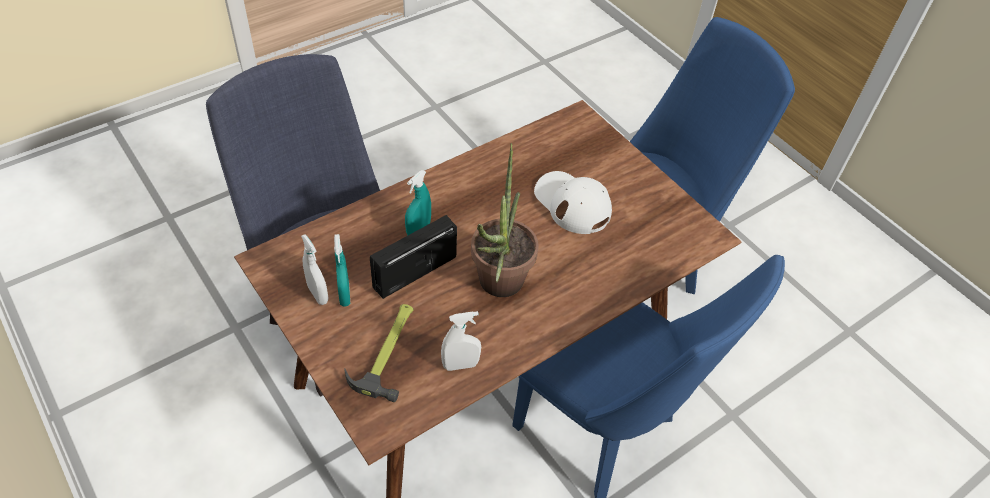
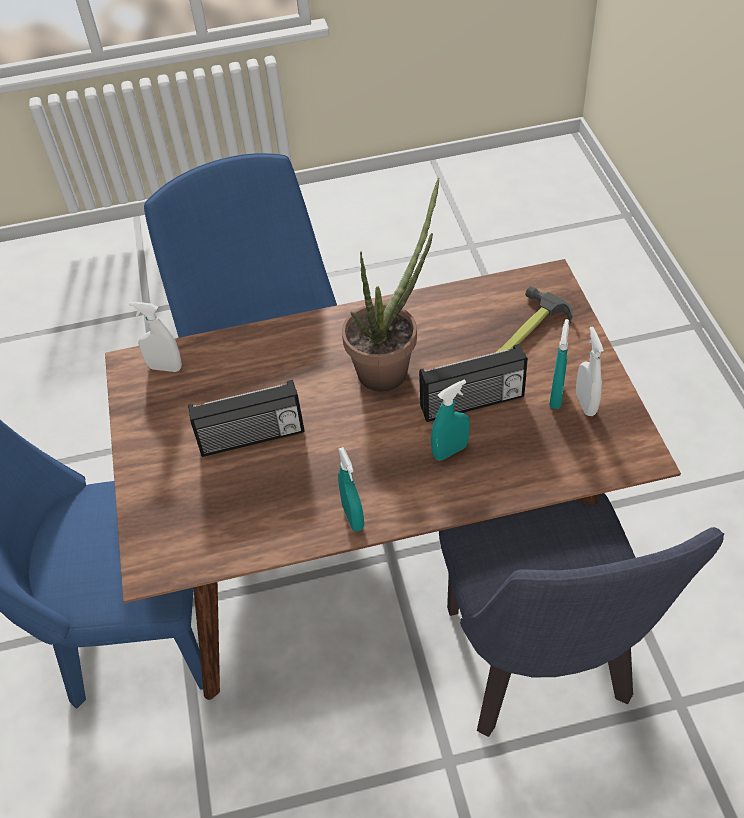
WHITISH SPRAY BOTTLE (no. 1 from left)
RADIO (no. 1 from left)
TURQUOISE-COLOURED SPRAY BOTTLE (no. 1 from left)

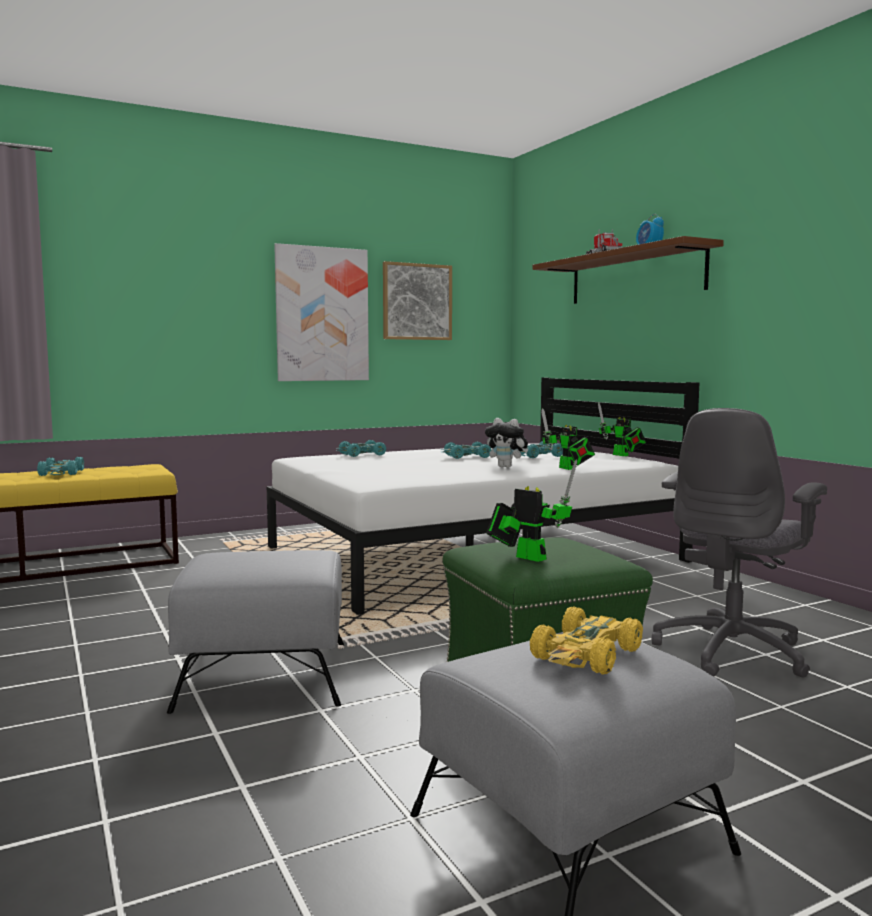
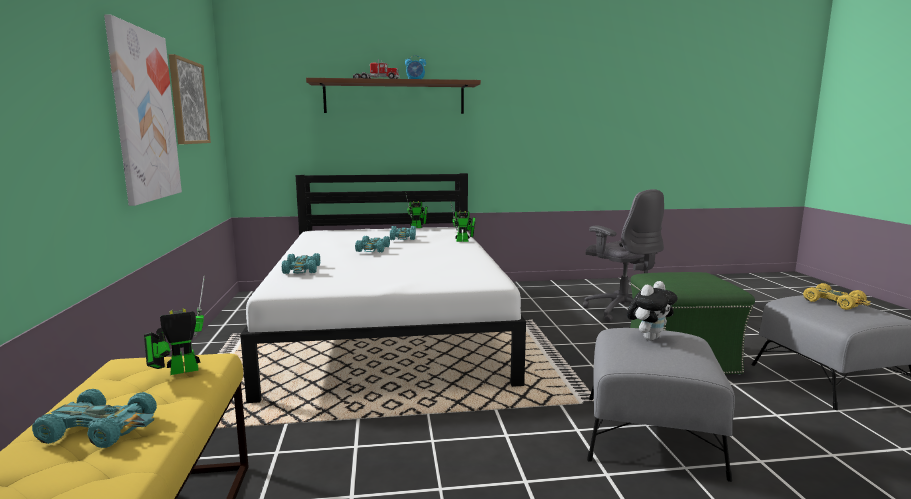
ROBOT FIGURE (no. 1 from left)
SOFT TOY

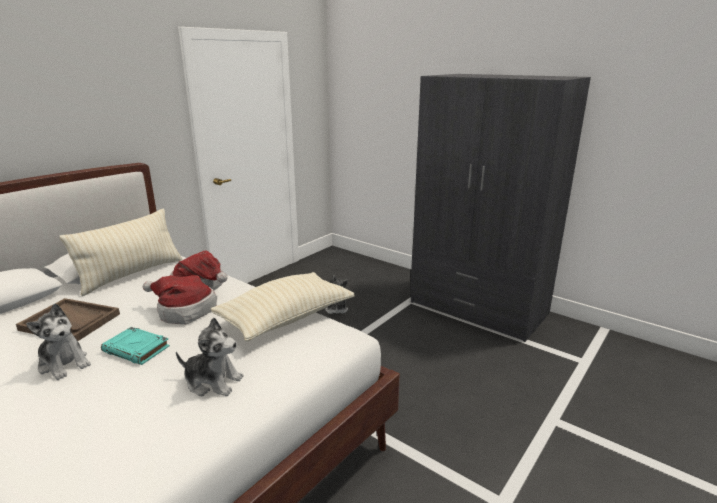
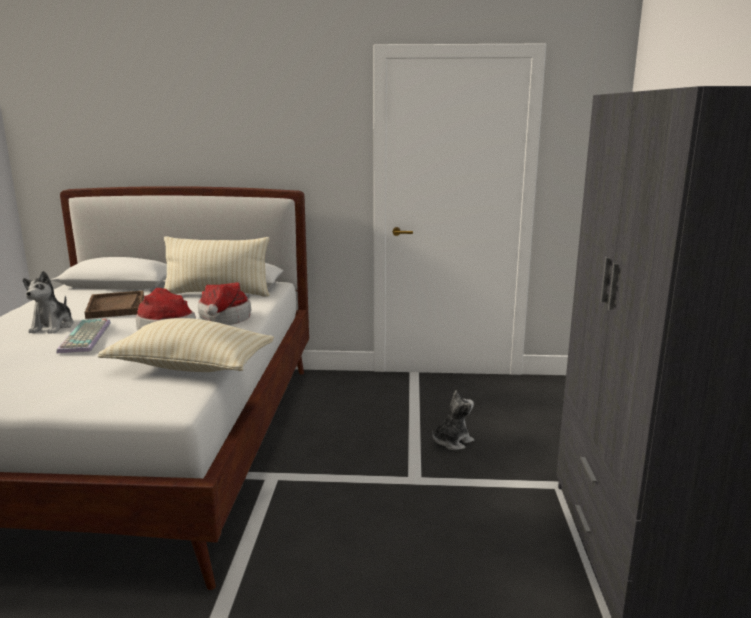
KEYBOARD
SOFT TOY (no. 2 from left in the first image)

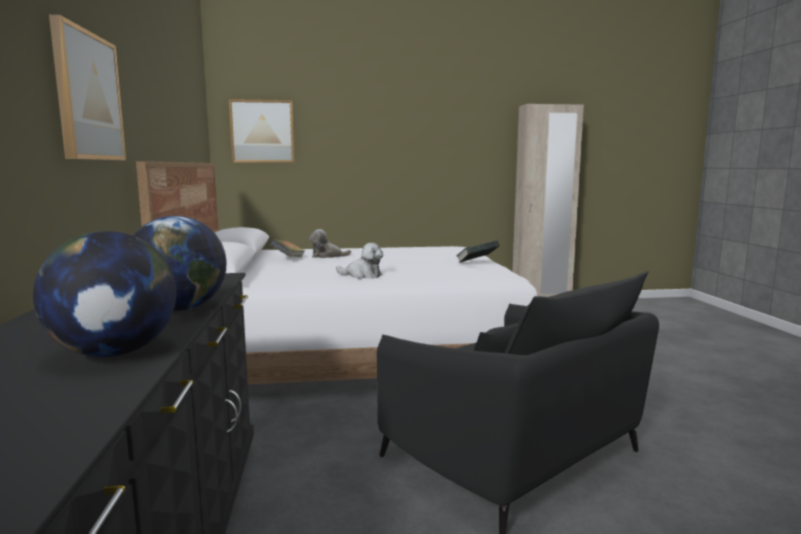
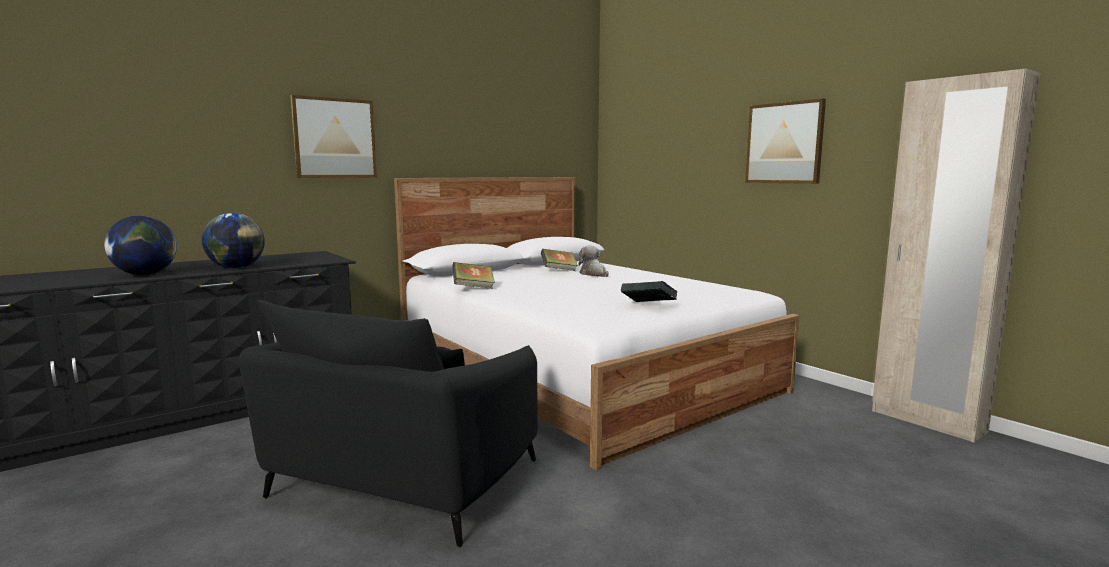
BOUND BOOK (no. 1 from left)
WALL ART (no. 2 from left)
SOFT TOY (no. 2 from left in the first image)

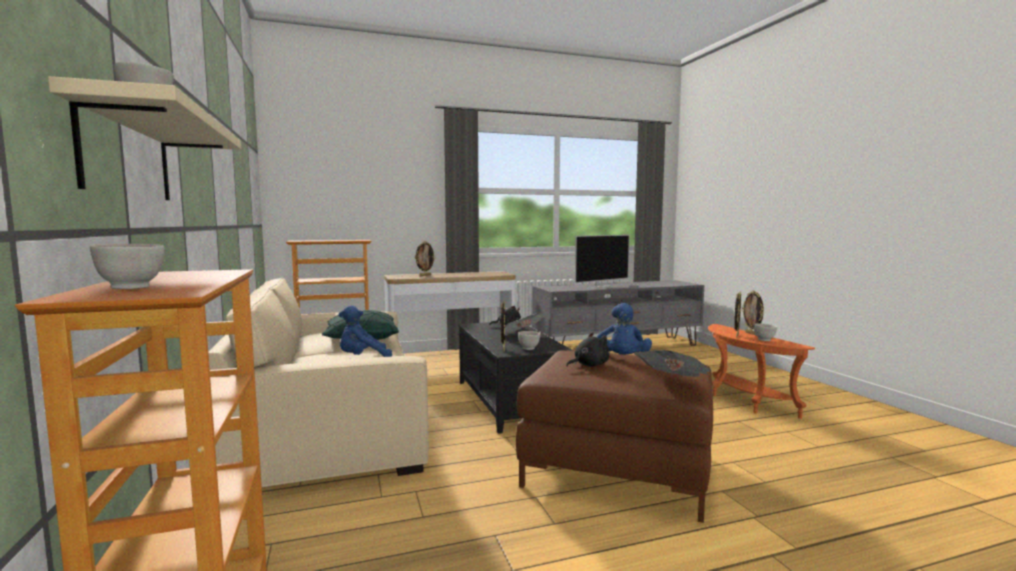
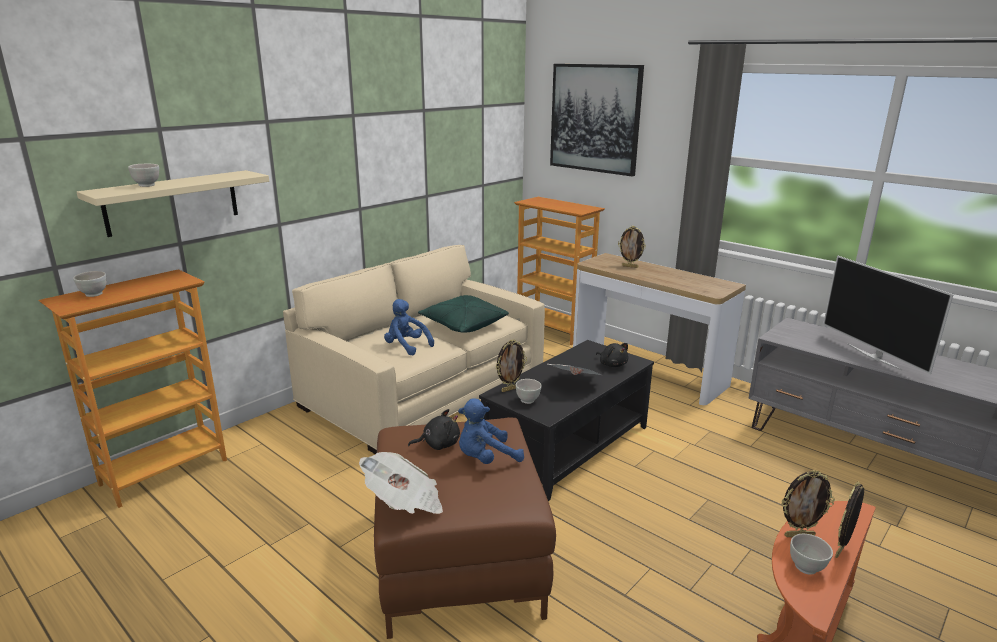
BLACK SOFT TOY (no. 1 from left)
WALL ART
TELEVISION

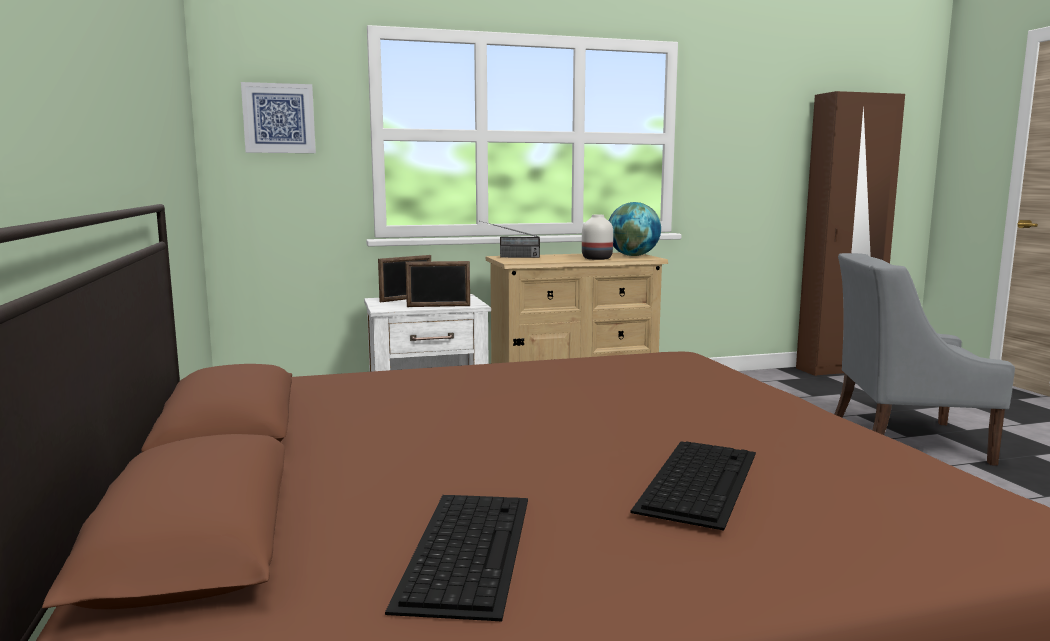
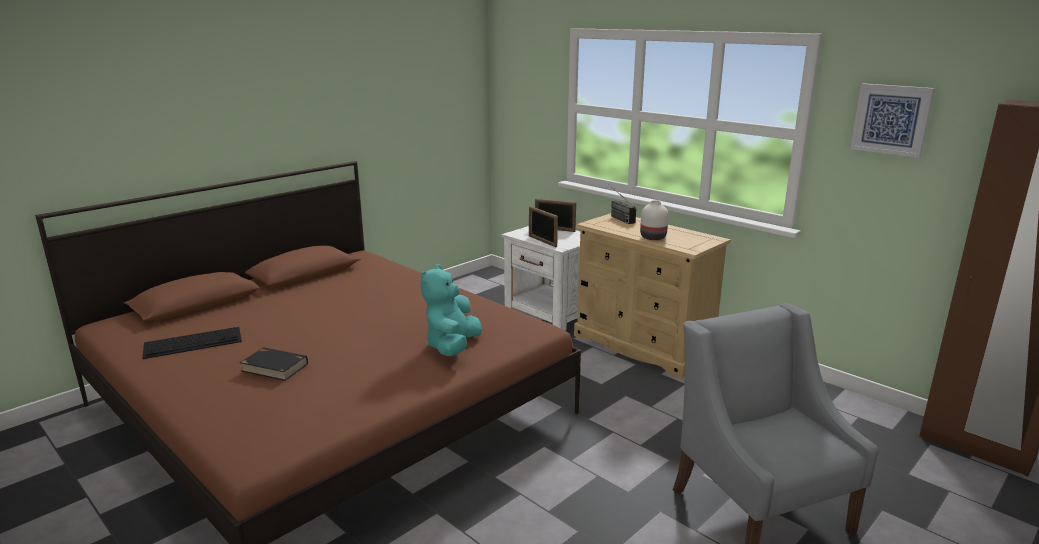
BLACK BOUND BOOK
TURQUOISE-COLOURED SOFT TOY
WALL ART
DESK GLOBE

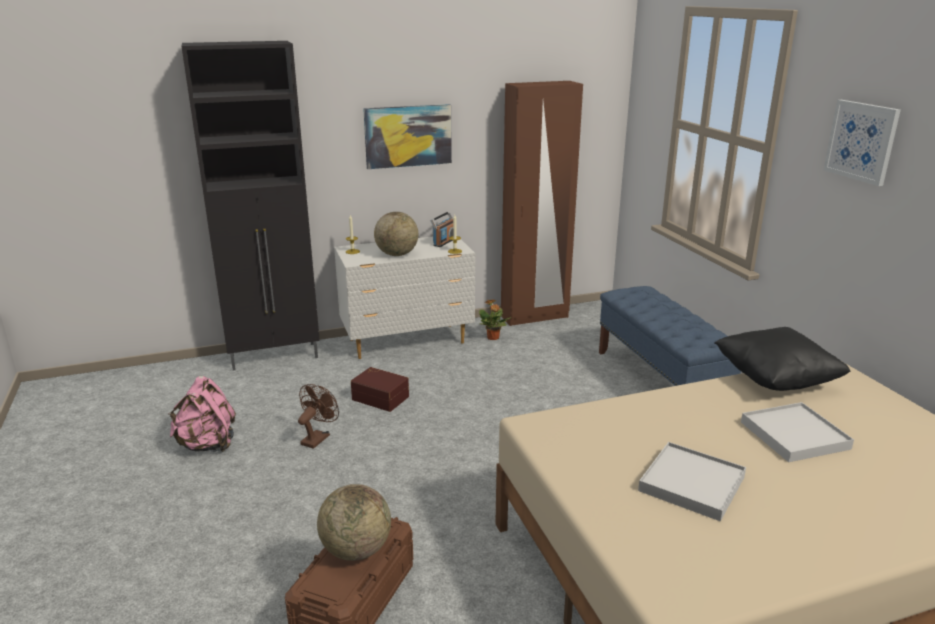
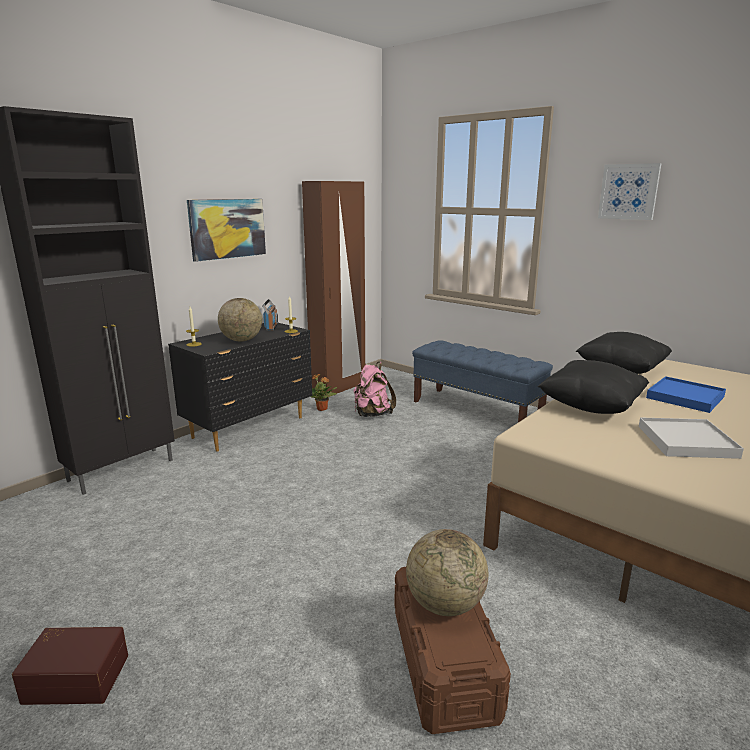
BROWN-COLOURED STORAGE BOX (no. 1 from left)
BLACK CHEST OF DRAWERS
PINKISH RUCKSACK
BLACK THROW PILLOW (no. 1 from left)
BLUE-COLOURED CARRYING TRAY
BROWN-COLOURED FAN

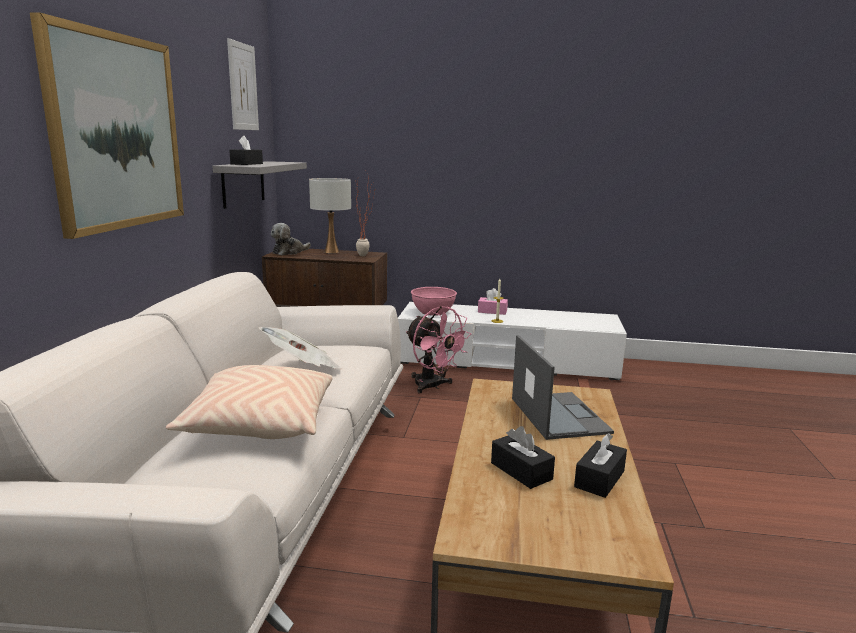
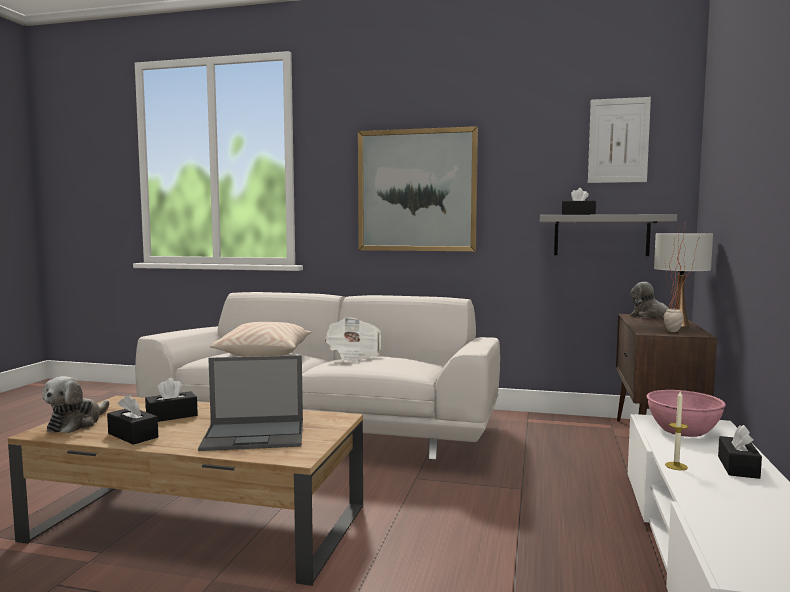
SOFT TOY (no. 1 from left)
BLACK TISSUE HOLDER (no. 4 from left)
PINKISH FAN

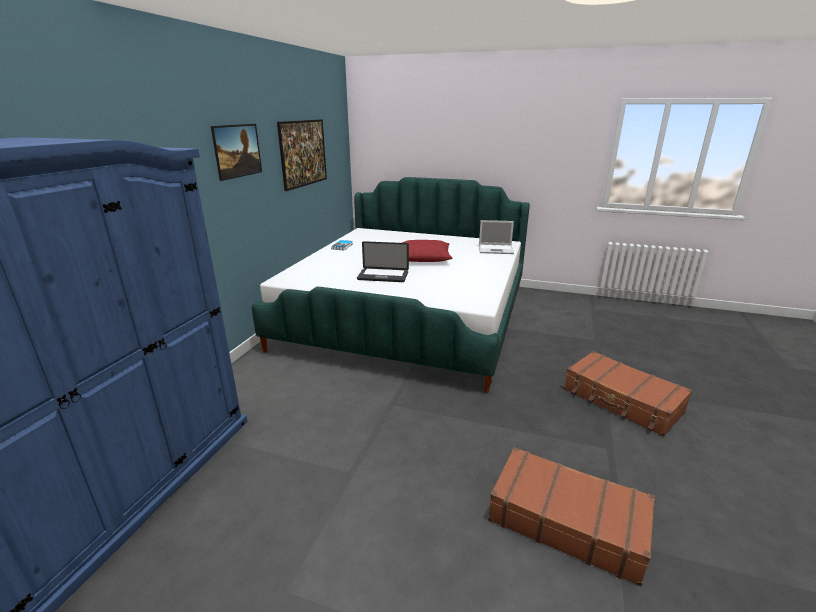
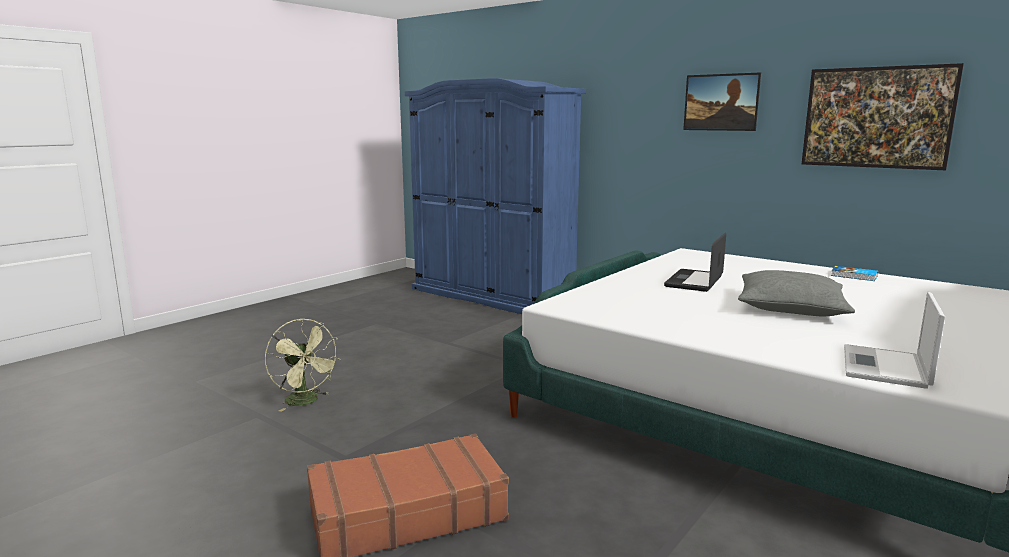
GREEN-COLOURED FAN
GREYISH THROW PILLOW

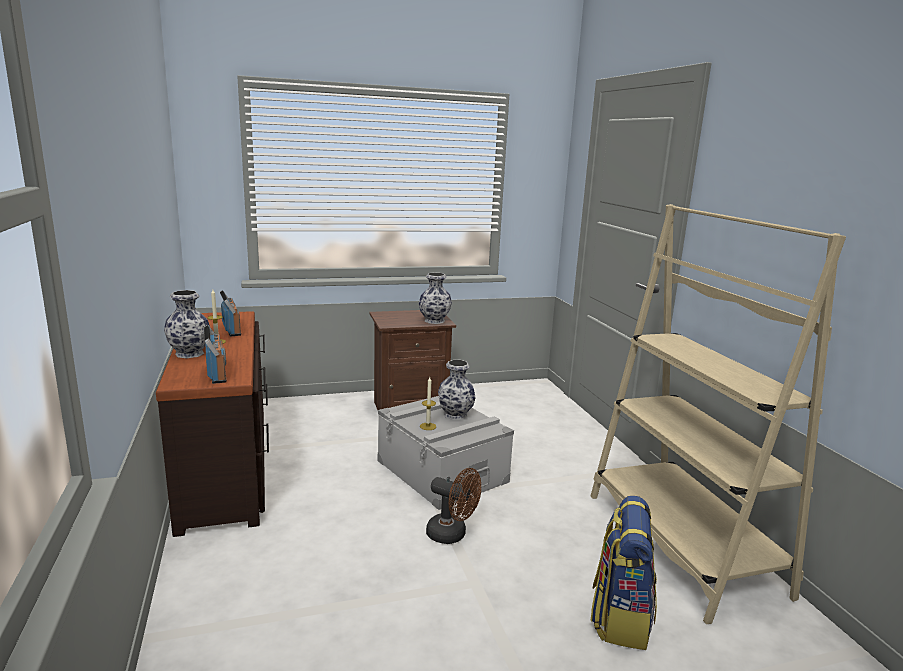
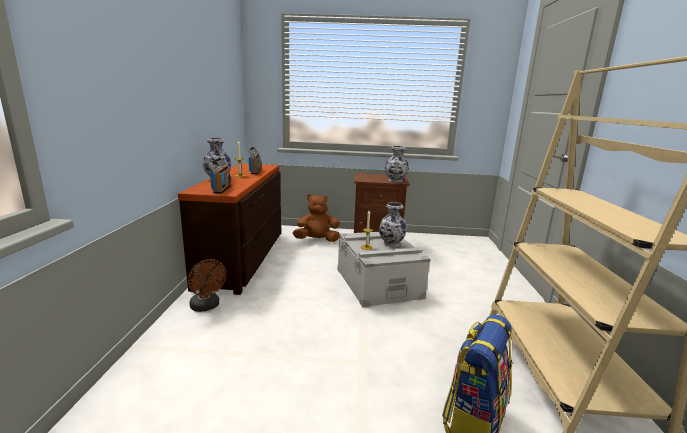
BROWN-COLOURED FAN
BROWN-COLOURED SOFT TOY

